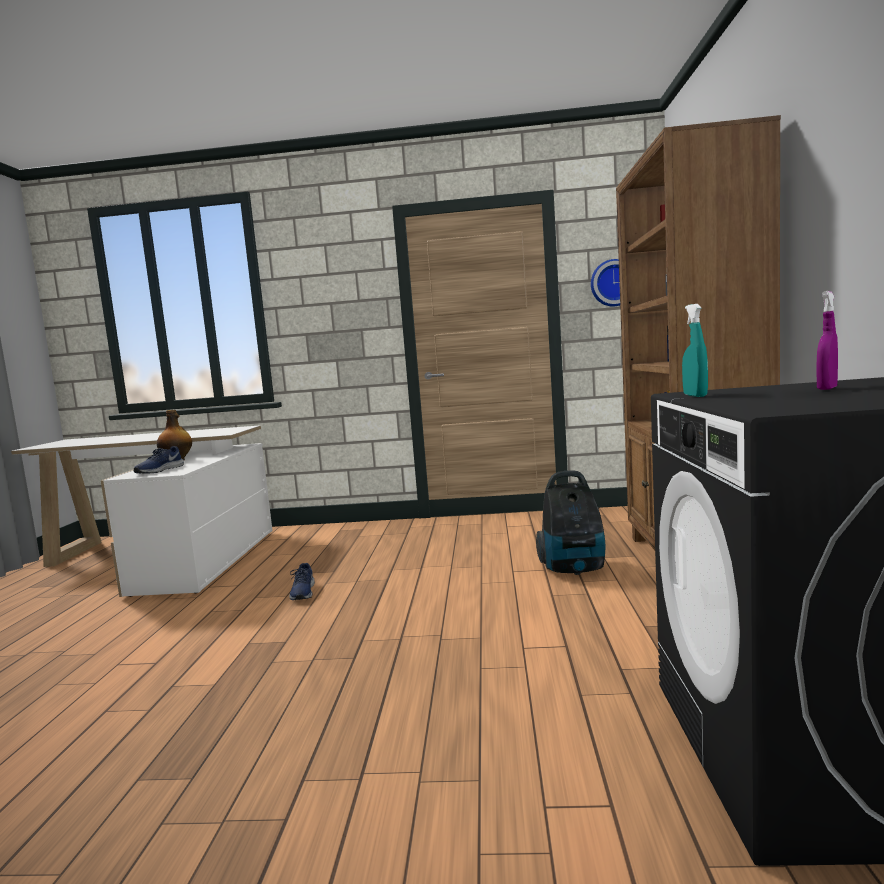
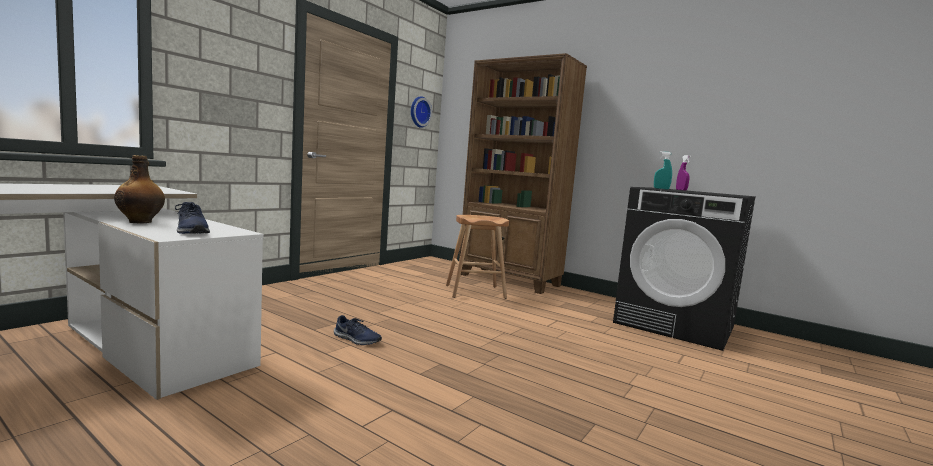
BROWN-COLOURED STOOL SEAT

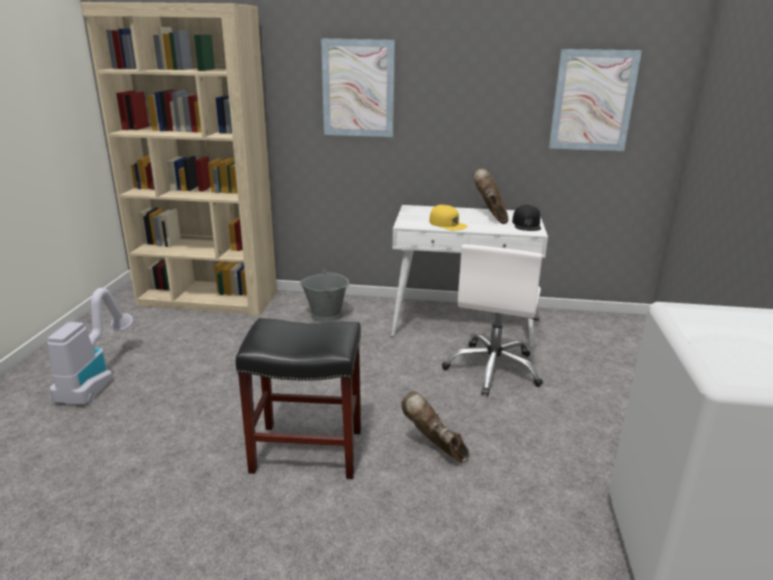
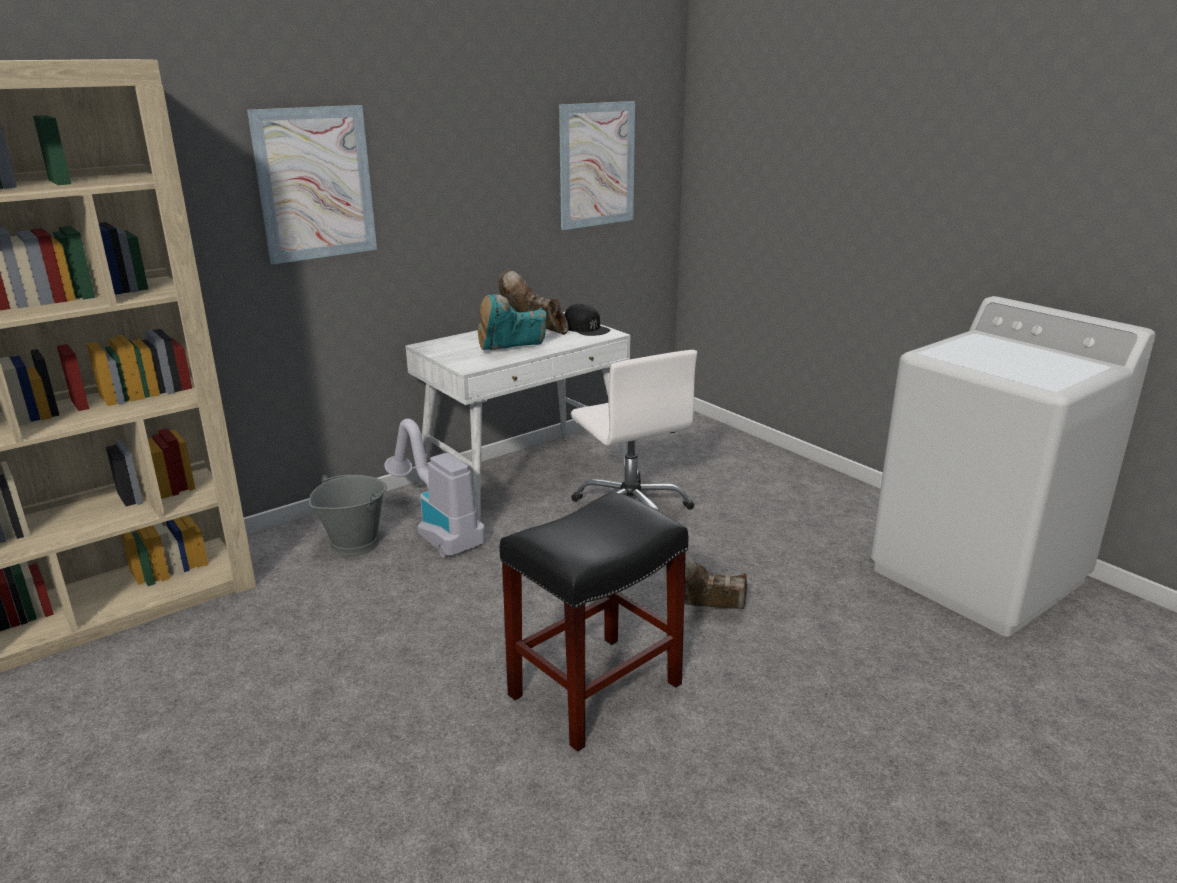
VACUUM
TURQUOISE-COLOURED BOOT

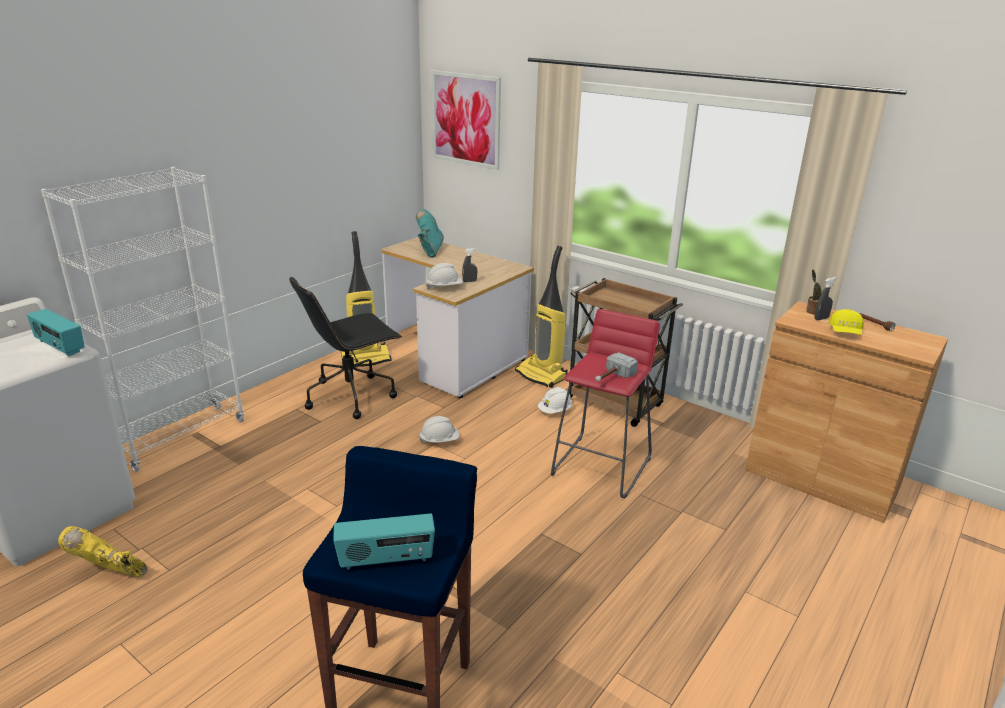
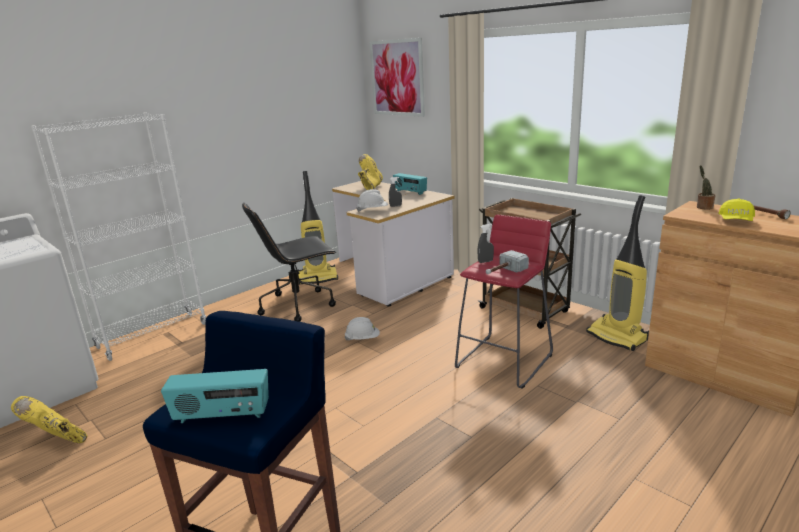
YELLOW BOOT (no. 2 from left)
RADIO (no. 2 from left)
GREYISH SPRAY BOTTLE (no. 2 from left)
VACUUM (no. 2 from left)
WHITISH HARD HAT (no. 3 from left in the first image)

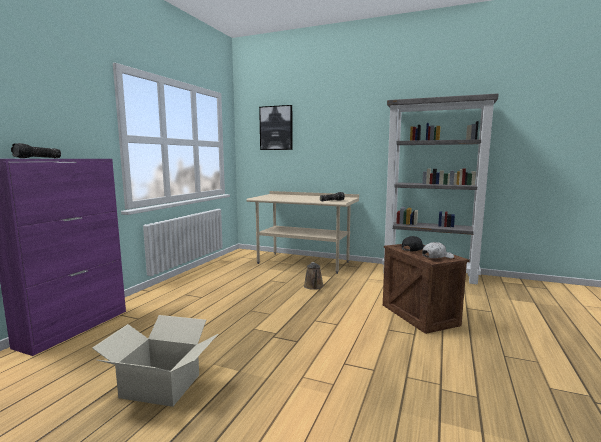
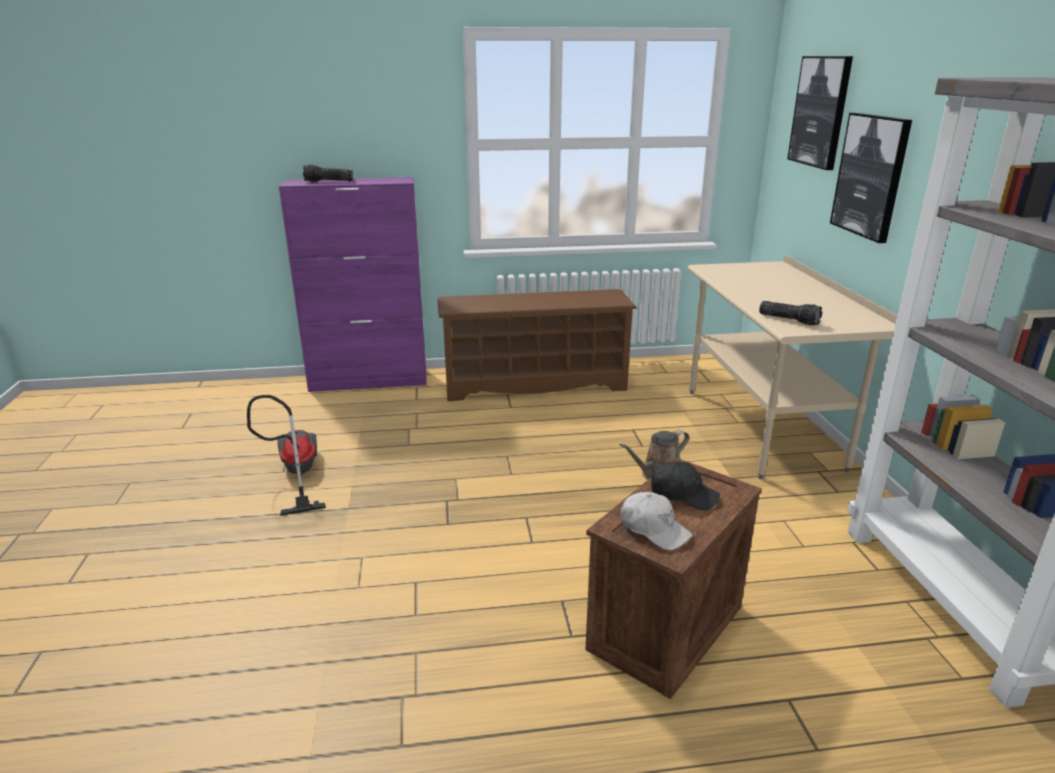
VACUUM
BROWN-COLOURED SHOE RACK
WALL ART (no. 2 from left)

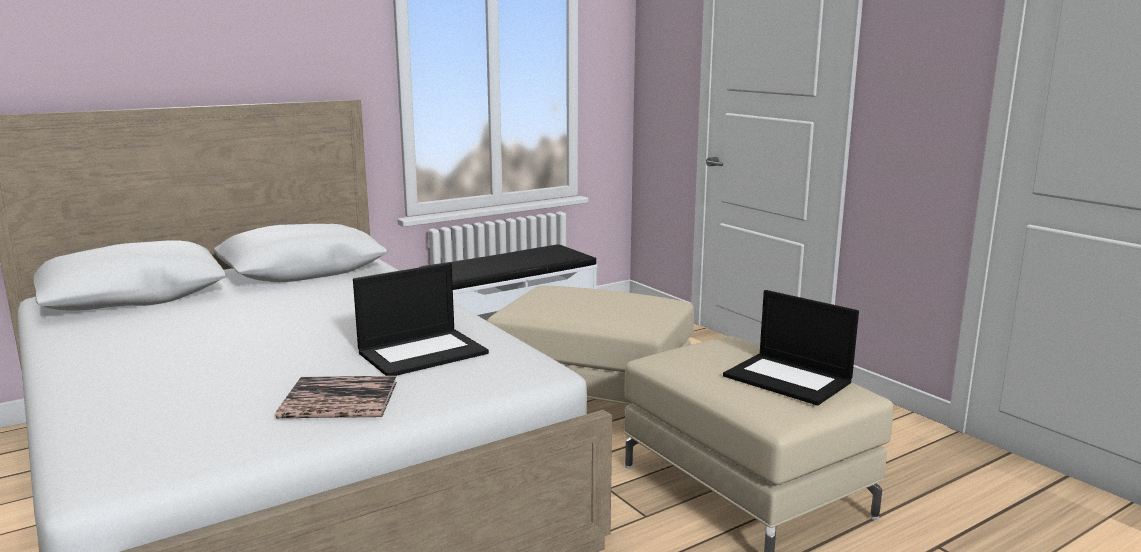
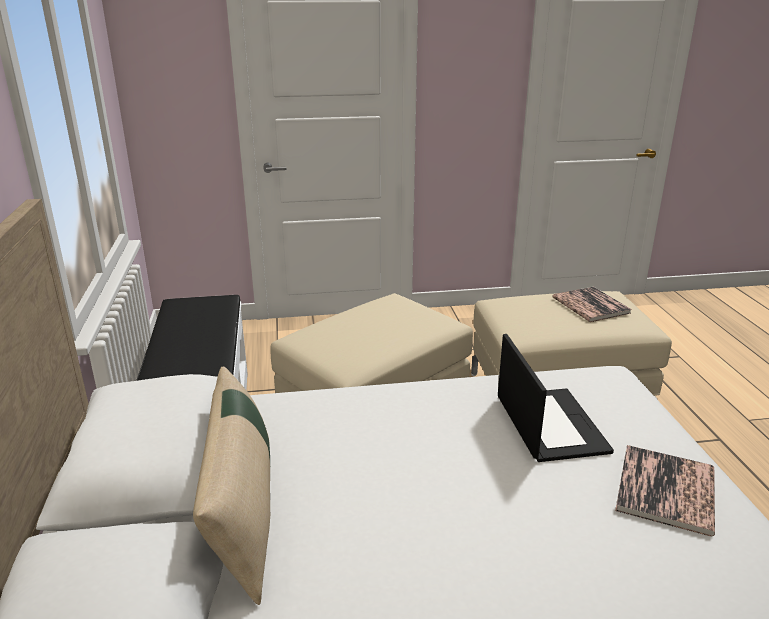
SAND-COLOURED THROW PILLOW
BOUND BOOK (no. 1 from left)

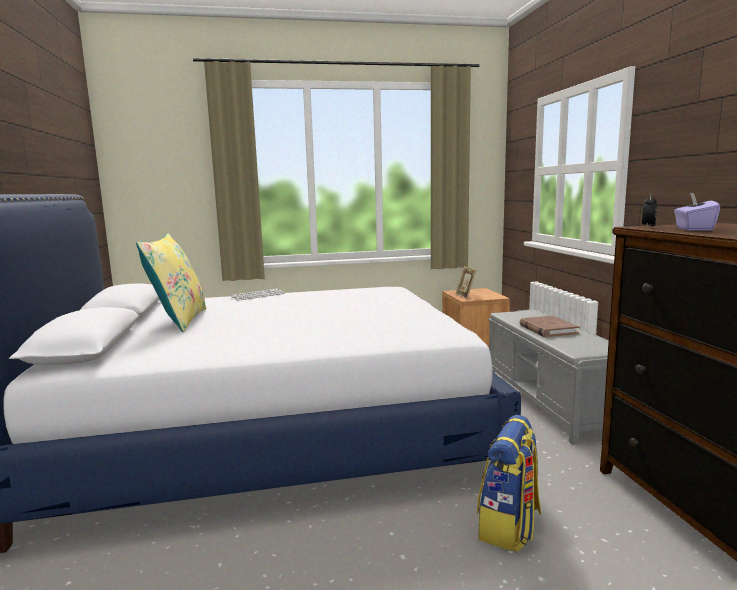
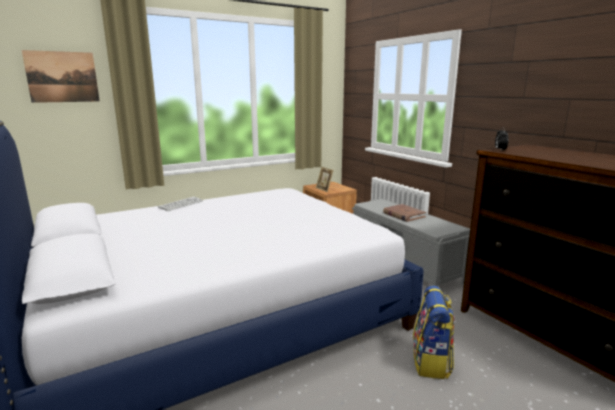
WALL ART
YELLOW THROW PILLOW
PURPLISH TISSUE HOLDER

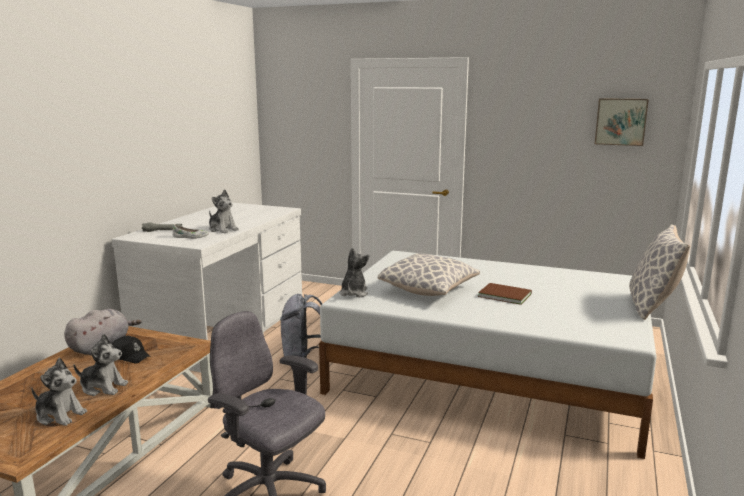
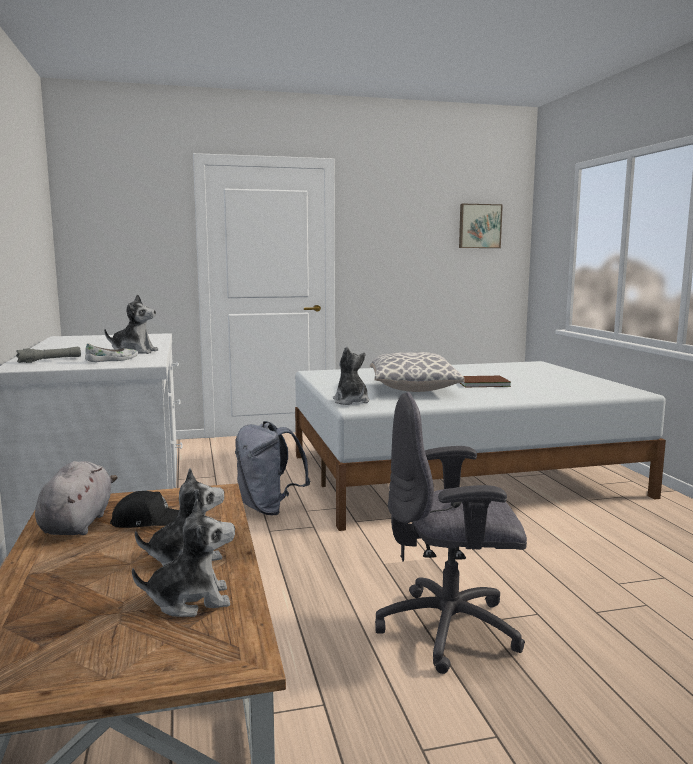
THROW PILLOW (no. 2 from left in the first image)

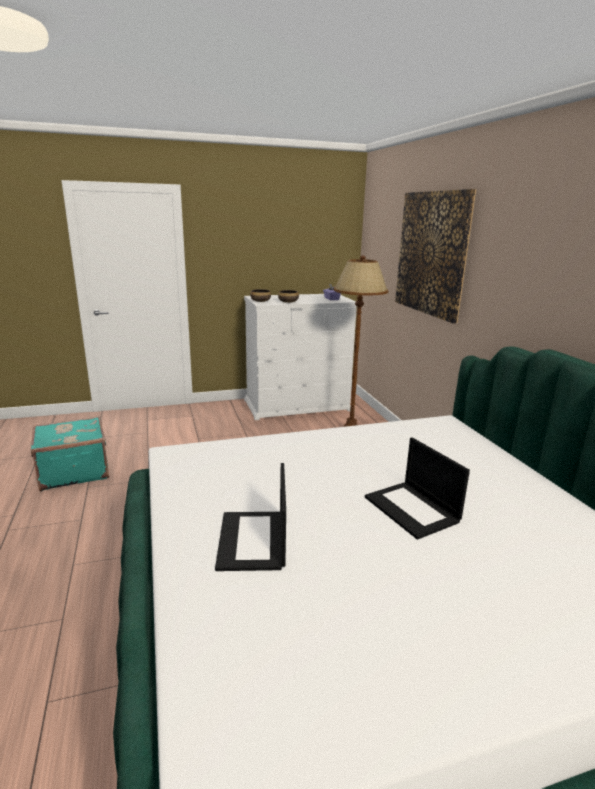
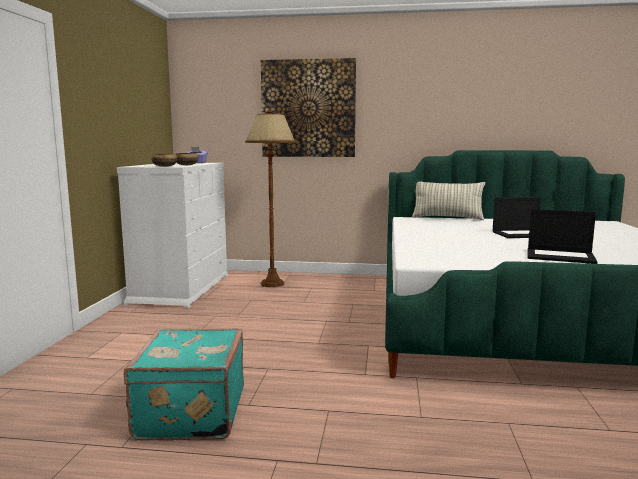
THROW PILLOW

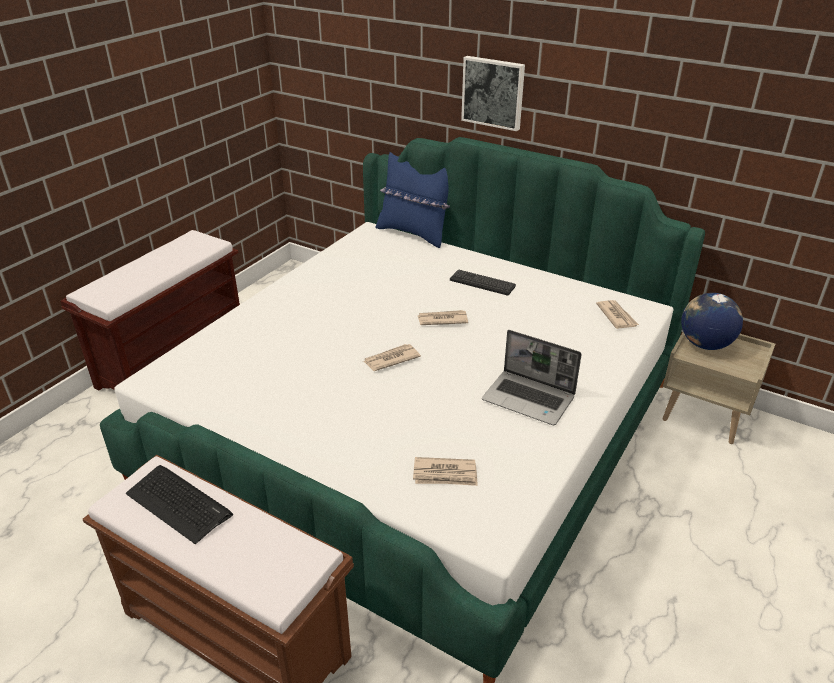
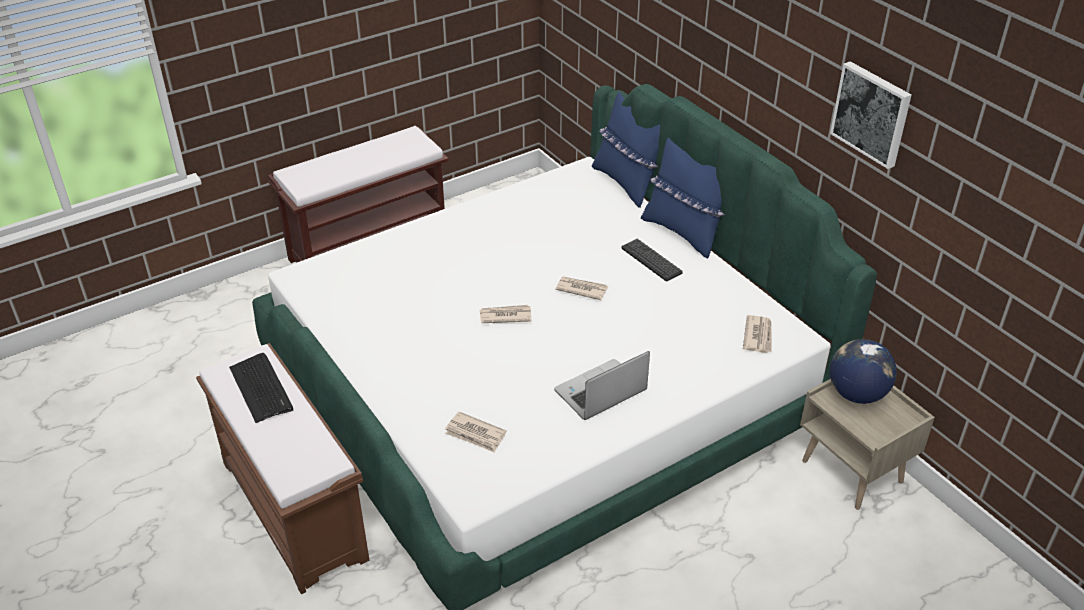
LAPTOP
BLUE-COLOURED THROW PILLOW (no. 2 from left)
WALL ART

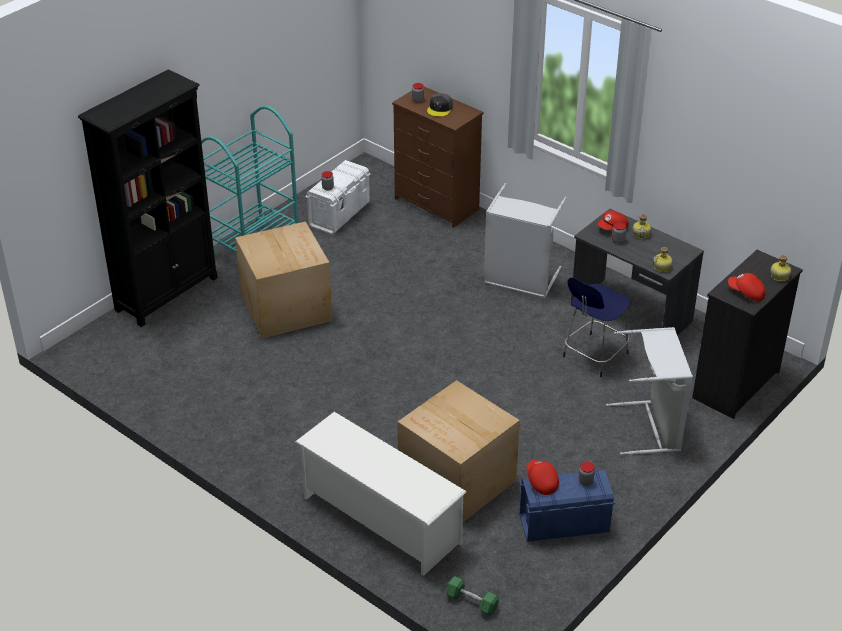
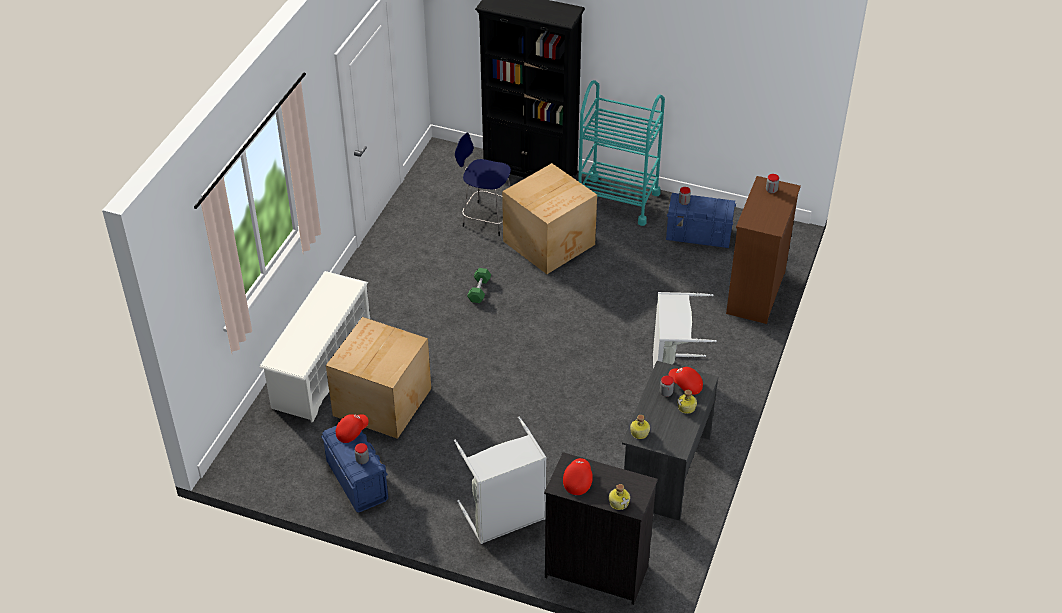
BLUE-COLOURED STOOL SEAT
GREEN-COLOURED HAND WEIGHT
BLUE-COLOURED STORAGE BOX (no. 2 from left)
GREYISH BASEBALL CAP

